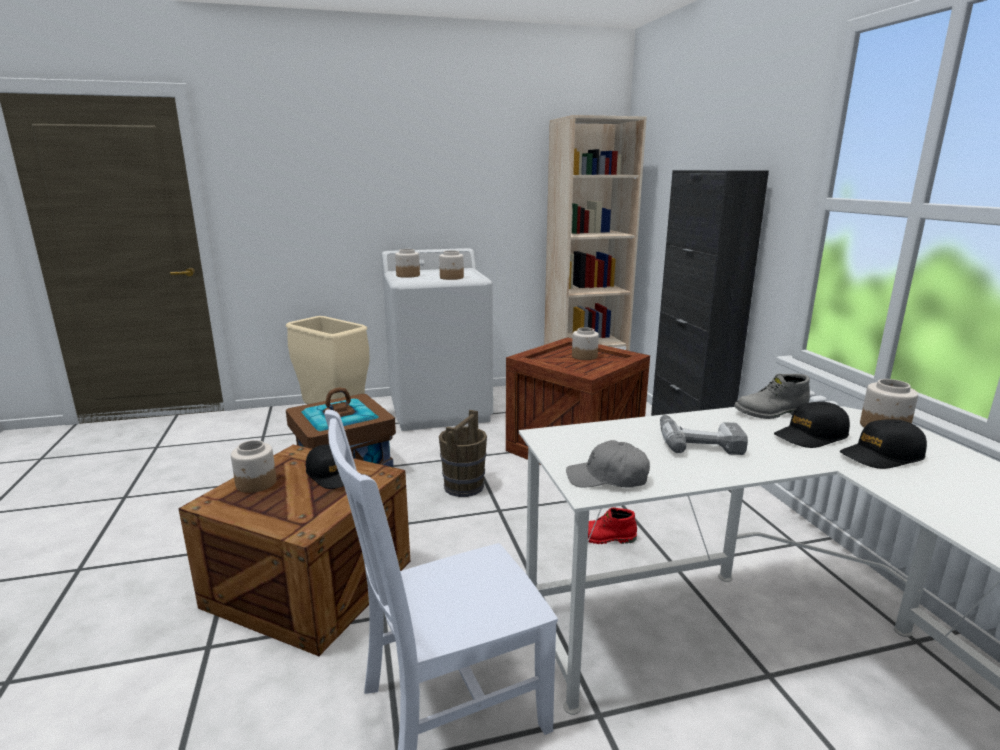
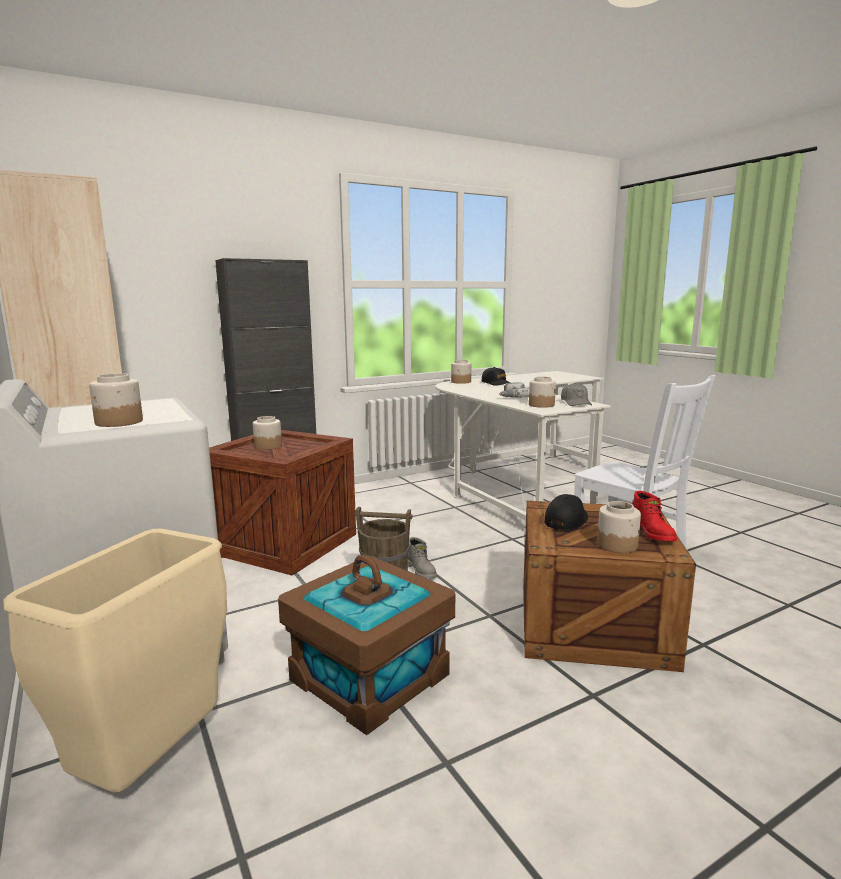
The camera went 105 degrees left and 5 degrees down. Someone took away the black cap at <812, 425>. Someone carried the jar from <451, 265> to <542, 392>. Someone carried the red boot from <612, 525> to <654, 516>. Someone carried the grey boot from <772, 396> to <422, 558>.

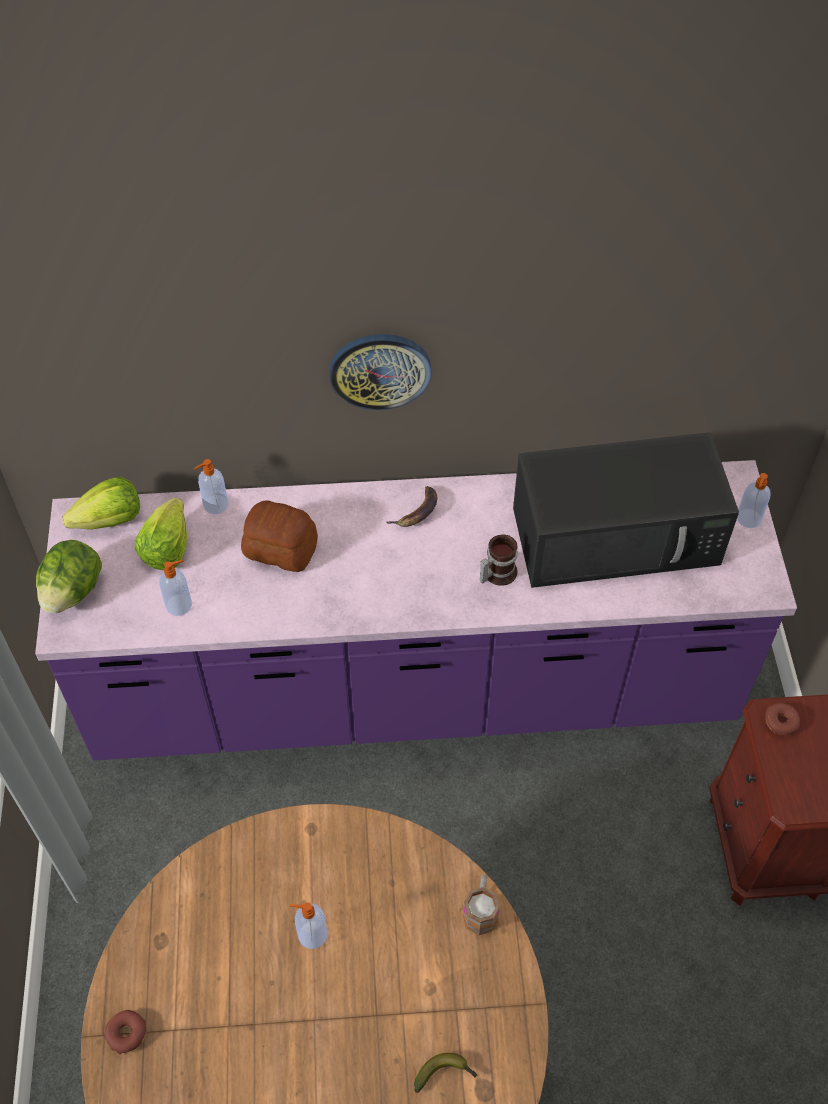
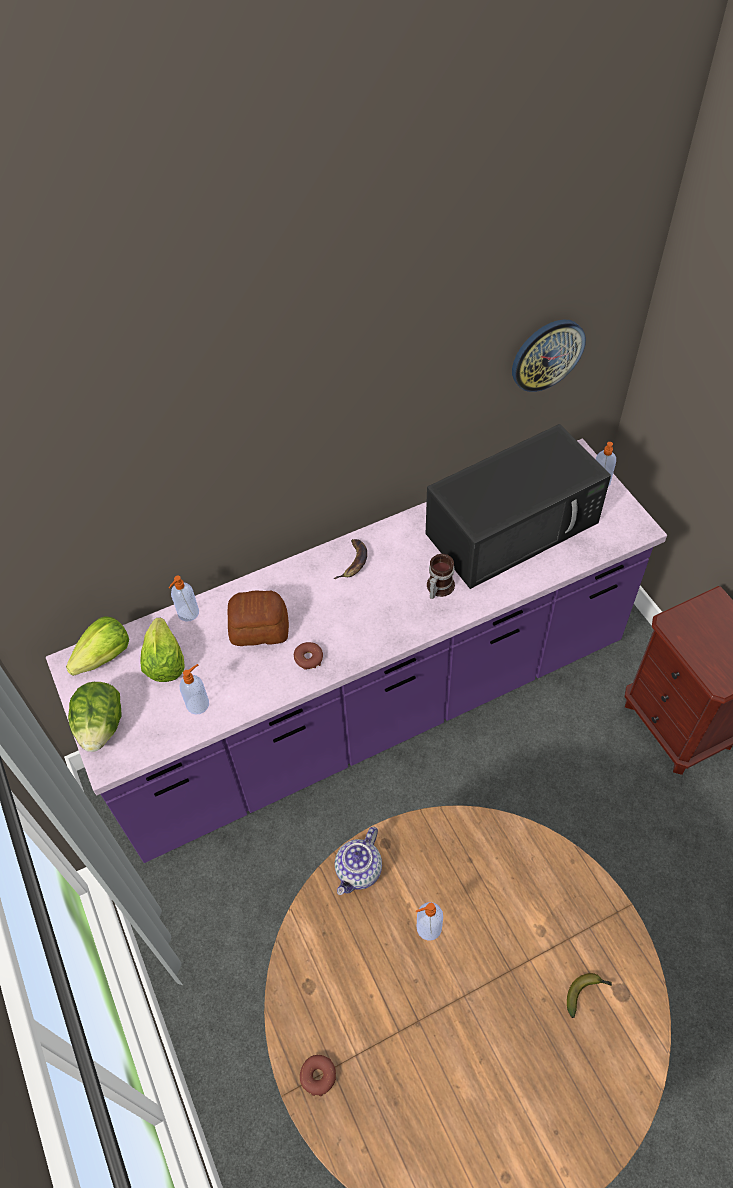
The camera went 20 degrees left and 0 degrees up. Someone took away the mug at <481, 905>. Someone put down the teapot at <358, 861>. Someone carried the wall clock from <381, 372> to <549, 355>. Someone carried the donut from <782, 719> to <308, 656>.

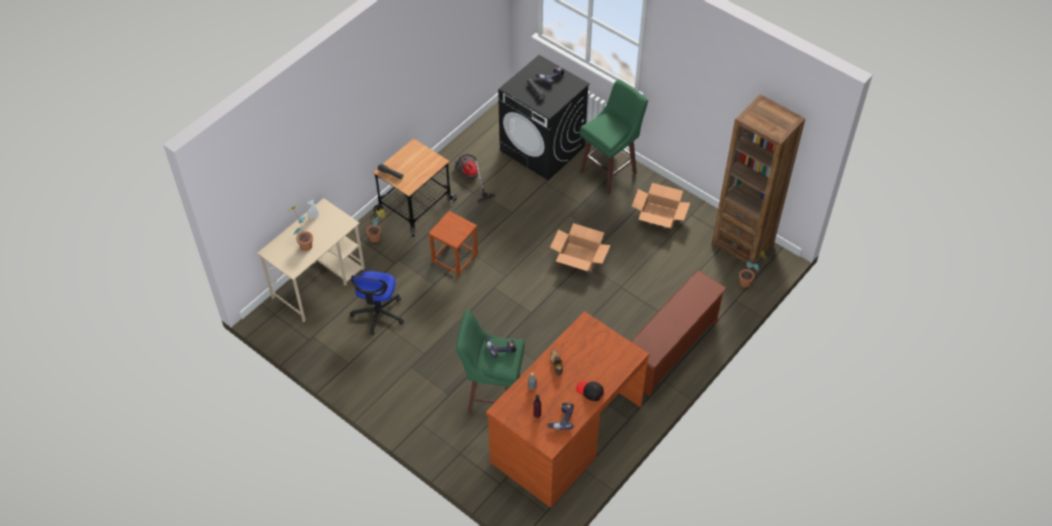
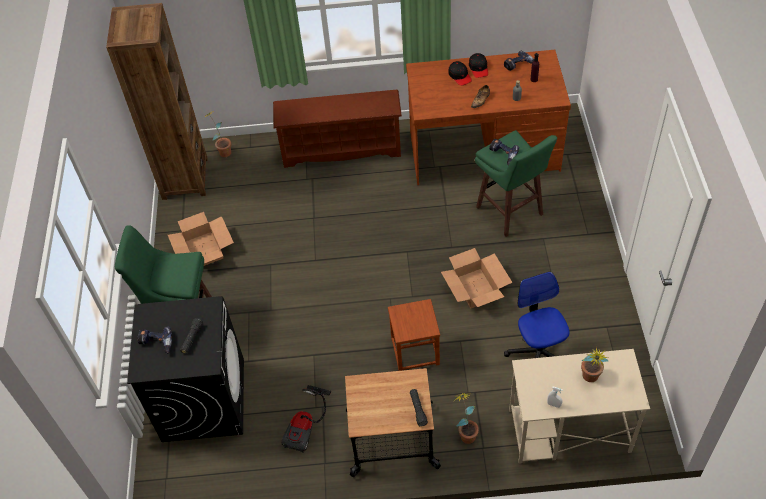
The camera went 130 degrees left and 0 degrees up. Someone put down the black cap at <460, 73>. Someone carried the cardboard box from <580, 247> to <477, 278>. Someone rotated the office chair at <377, 303> by 75 degrees counterclockwise.

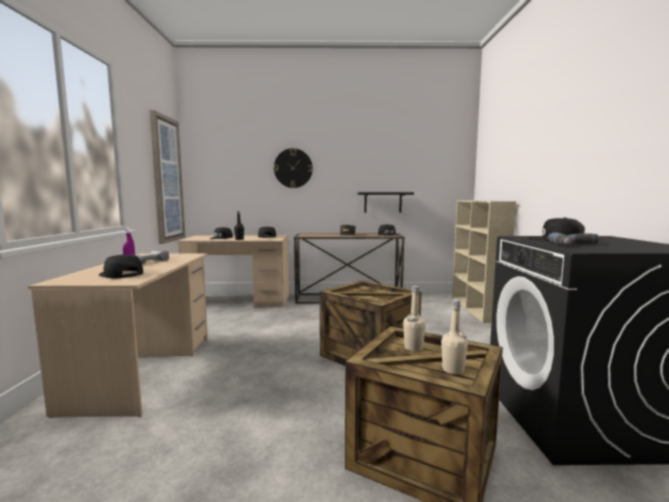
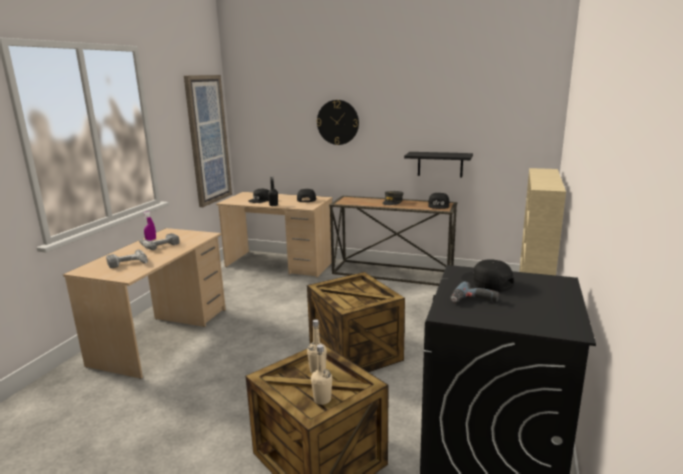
The camera went 20 degrees right and 10 degrees up. Someone swapped the black cap at <121, 266> for the power drill at <127, 259>.

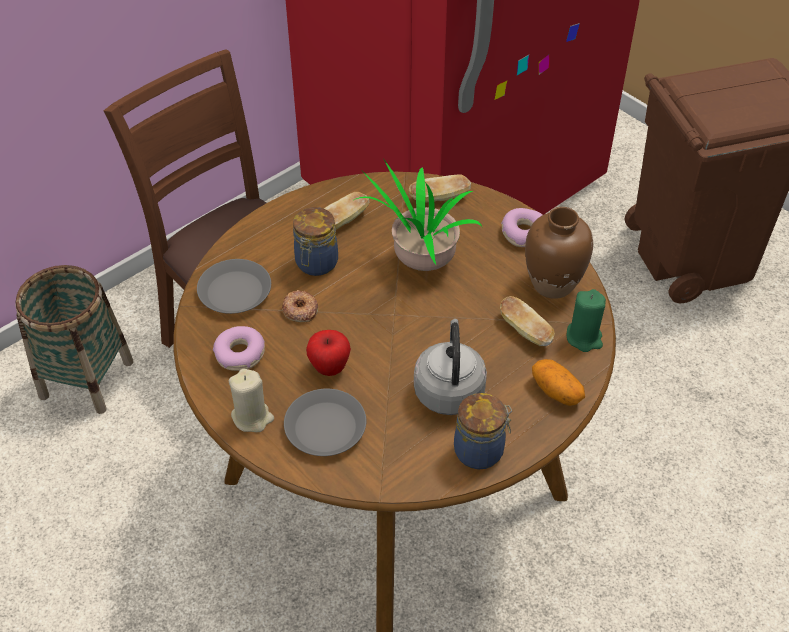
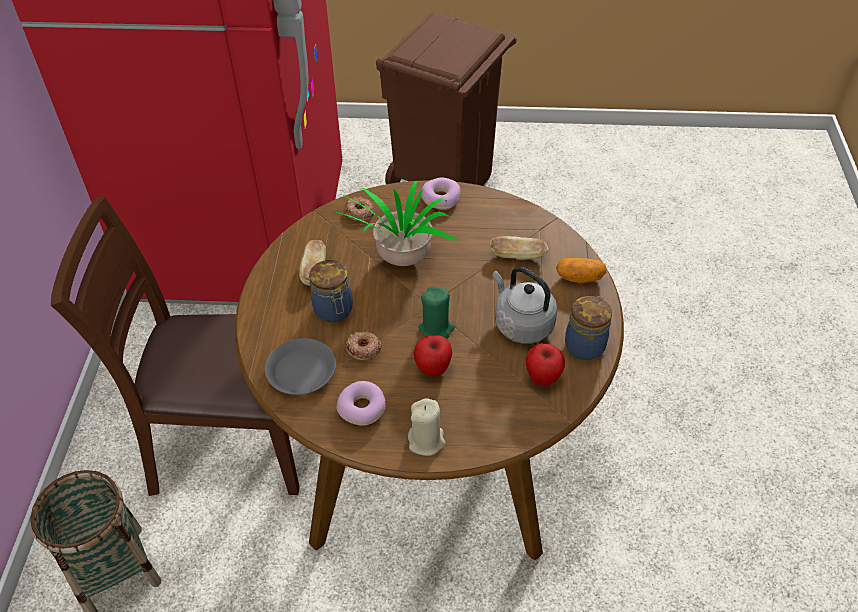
The camera went 45 degrees left and 0 degrees up. Someone took away the grey plate at <325, 422>. Someone took away the brown vase at <559, 253>. Someone put down the apple at <545, 364>. Someone carried the green candle from <586, 320> to <436, 313>. Someone swapped the bread at <440, 188> for the donut at <359, 209>.

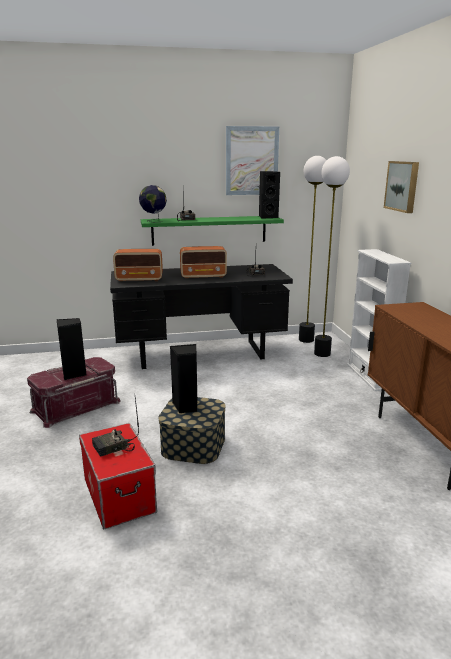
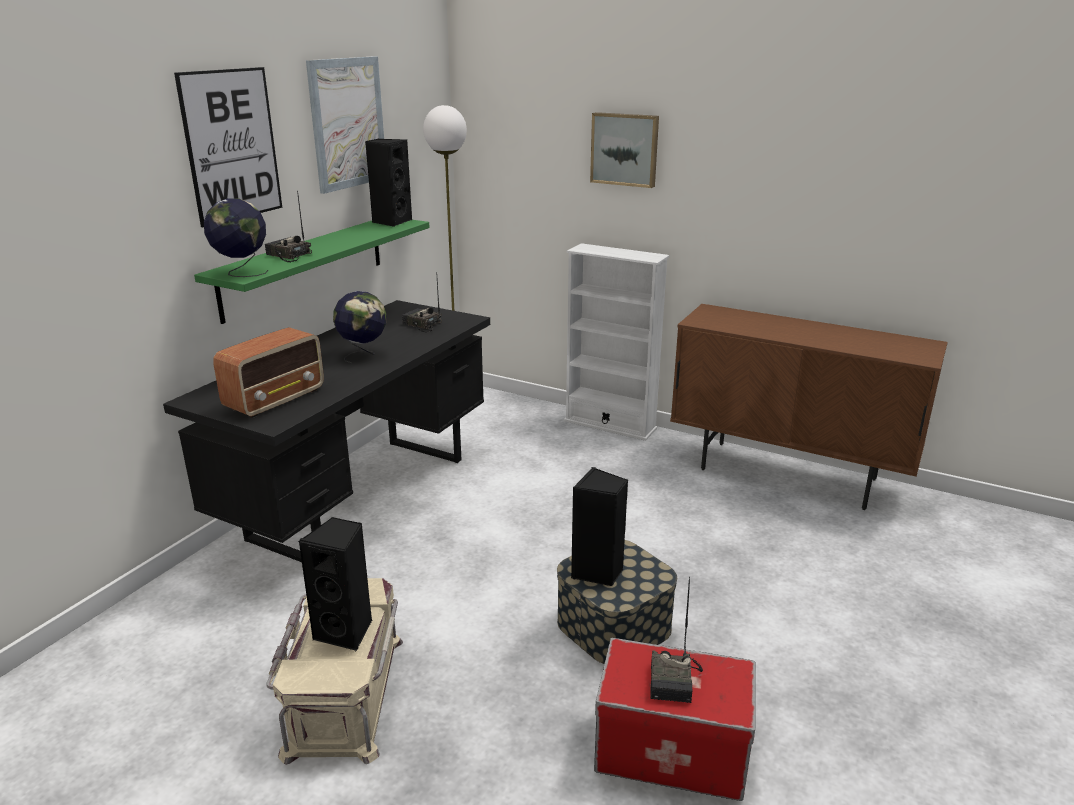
The camera went 50 degrees left and 5 degrees up. Someone took away the floor lamp at <332, 256>. Someone put up the picture at <228, 147>. Someone swapped the radio at <203, 262> for the globe at <360, 327>. Someone repainted the red storage box at <74, 392>, which became the beige storage box at <334, 671>.

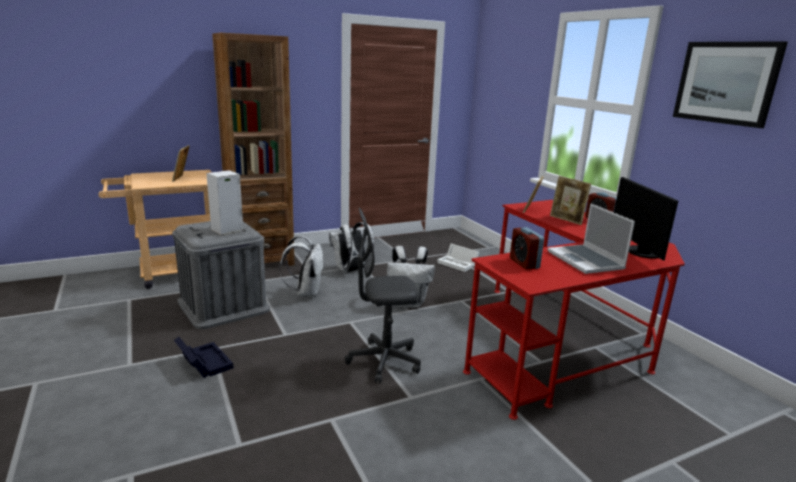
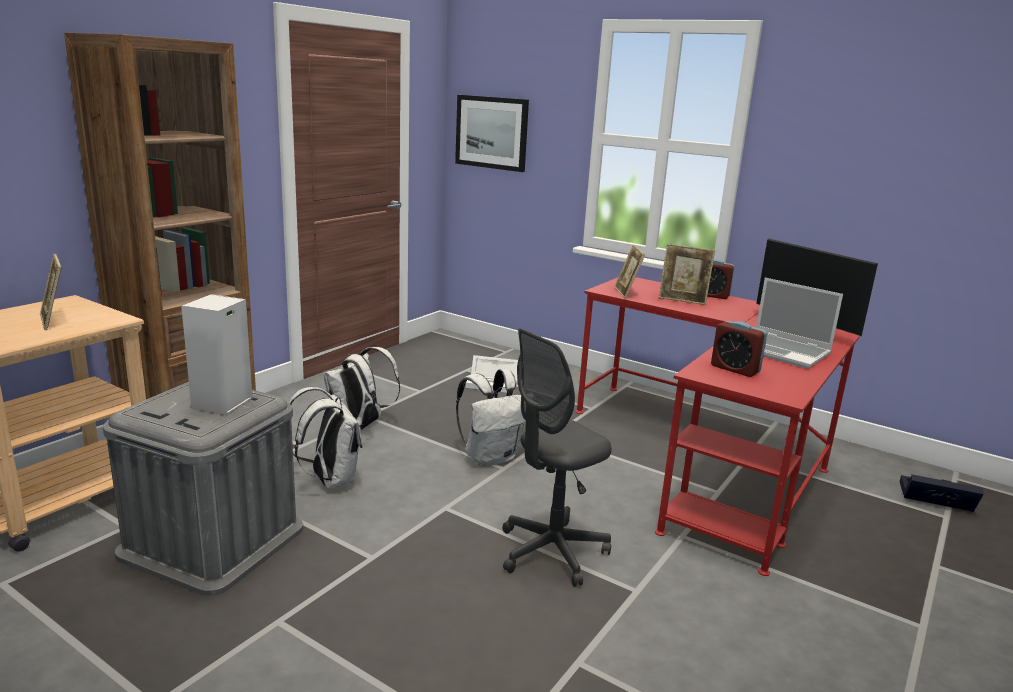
The camera went 30 degrees left and 0 degrees up. Someone carried the black storage box from <204, 357> to <942, 493>. Someone carried the picture from <730, 84> to <492, 133>.

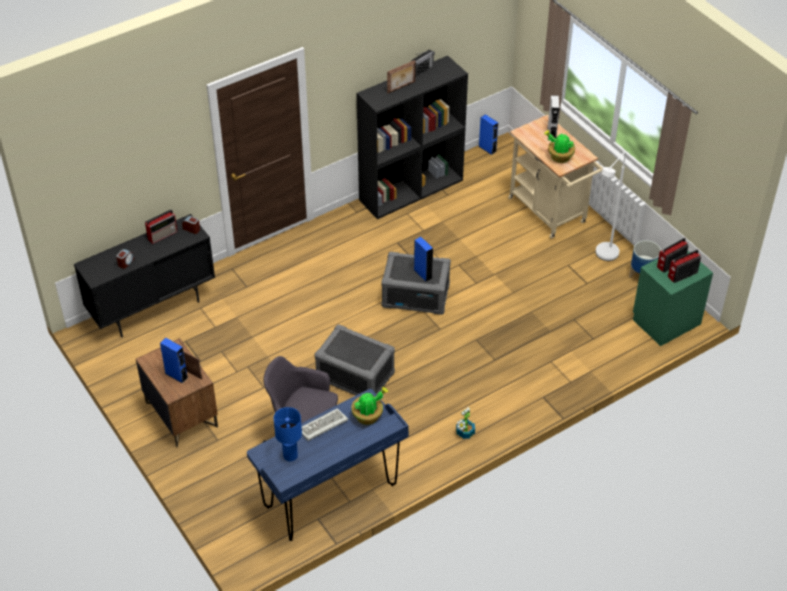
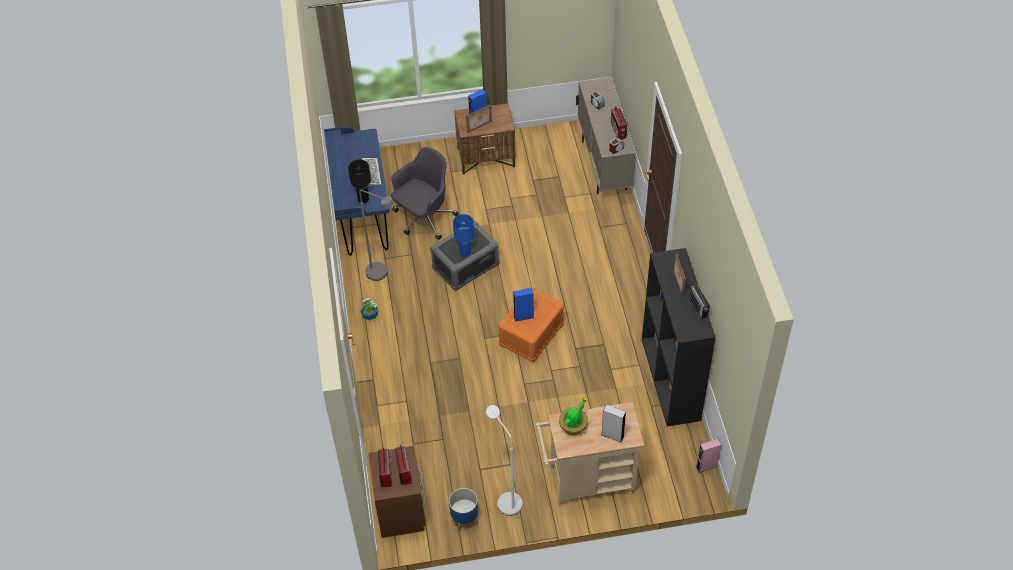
The camera went 115 degrees right and 5 degrees up. Someone put down the grey floor lamp at <376, 235>. Someone carried the blue table lamp from <288, 434> to <463, 235>. Someone swapped the potted plant at <369, 406> for the black table lamp at <359, 181>. Someone repainted the black cabinet at <144, 276>, which became the beige cabinet at <606, 135>. Someone repainted the grey storage box at <416, 283>, which became the orange storage box at <531, 325>. Someone repainted the blue speaker at <488, 134>, which became the pink speaker at <708, 456>. Someone repainted the green nightstand at <673, 298>, which became the brown nightstand at <397, 492>.

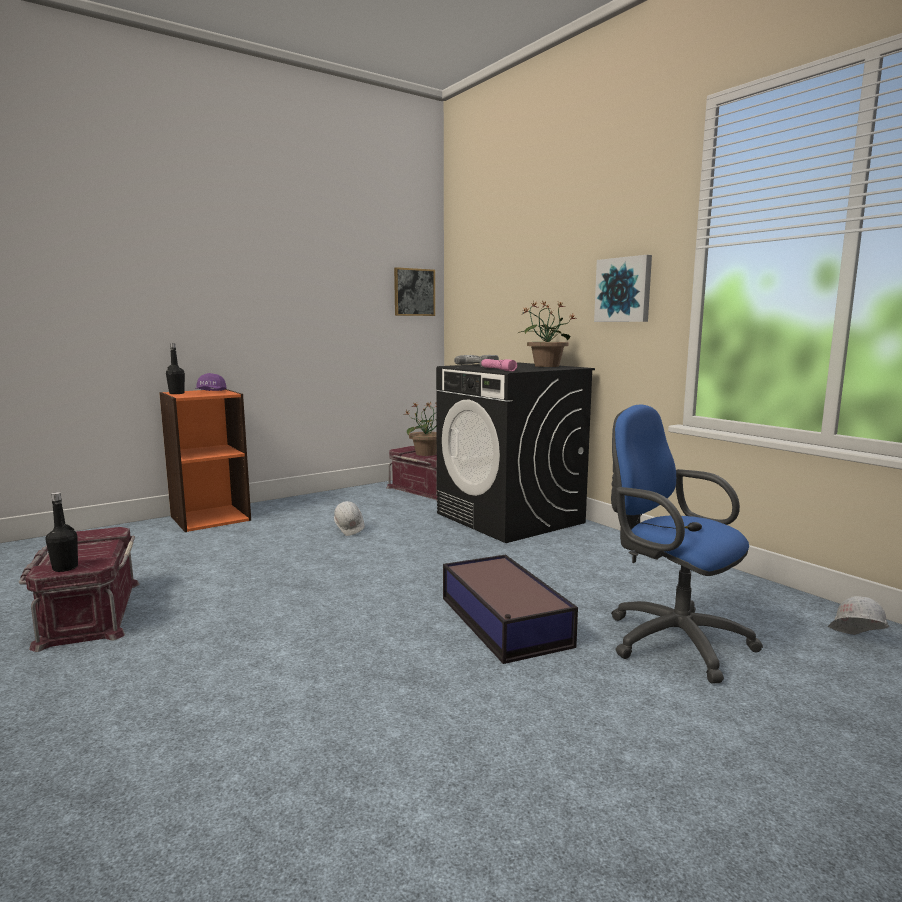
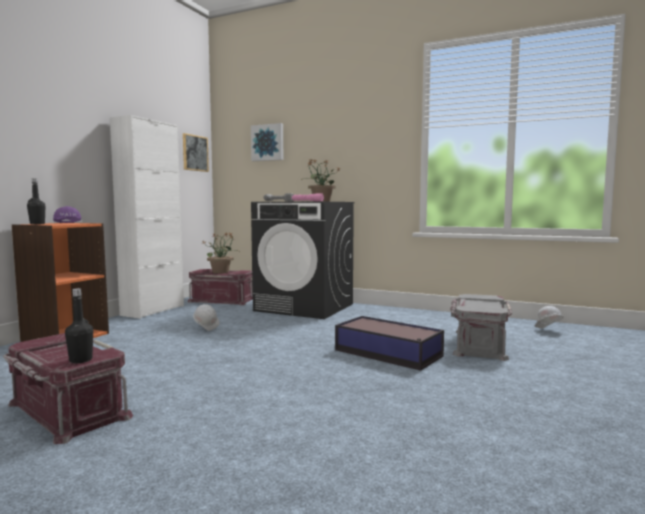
The camera went 30 degrees left and 5 degrees down. Someone put down the white cabinet at <147, 217>. Someone carried the picture from <623, 288> to <267, 142>. Someone swapped the blue office chair at <687, 544> for the grey storage box at <481, 327>.

